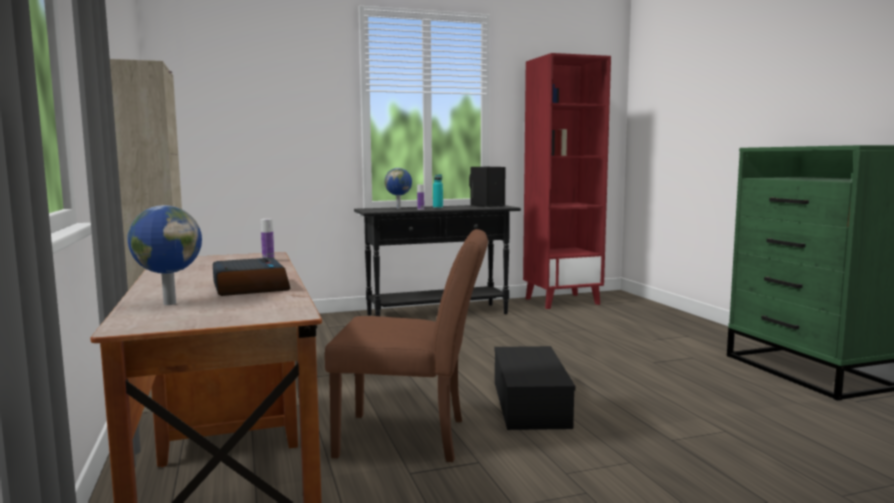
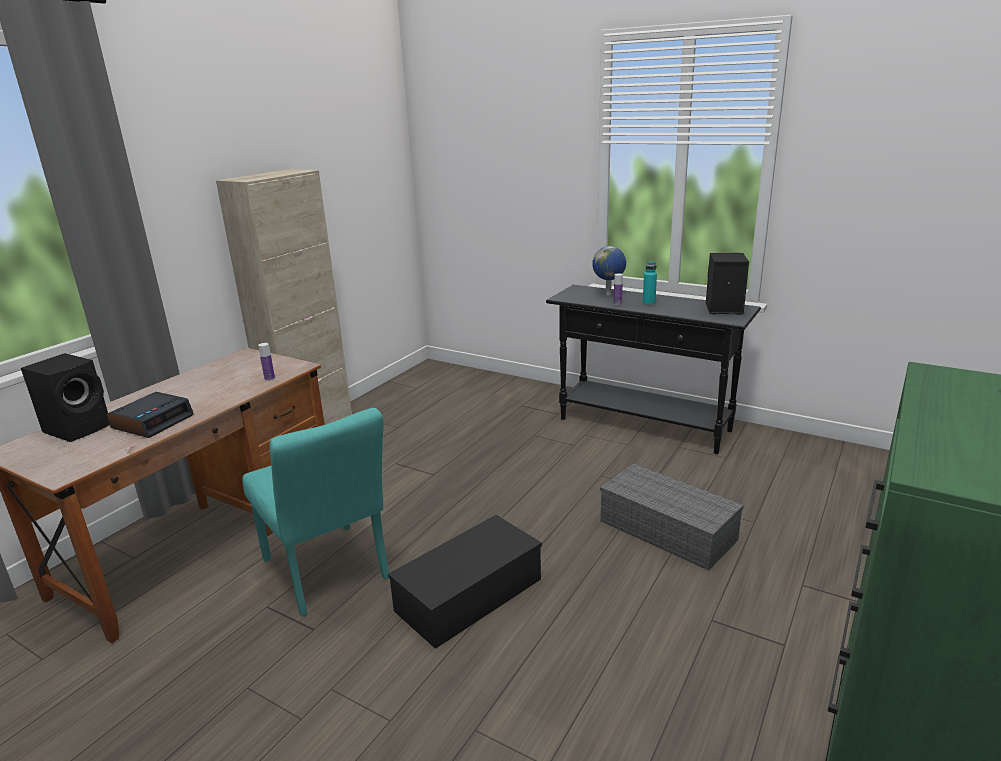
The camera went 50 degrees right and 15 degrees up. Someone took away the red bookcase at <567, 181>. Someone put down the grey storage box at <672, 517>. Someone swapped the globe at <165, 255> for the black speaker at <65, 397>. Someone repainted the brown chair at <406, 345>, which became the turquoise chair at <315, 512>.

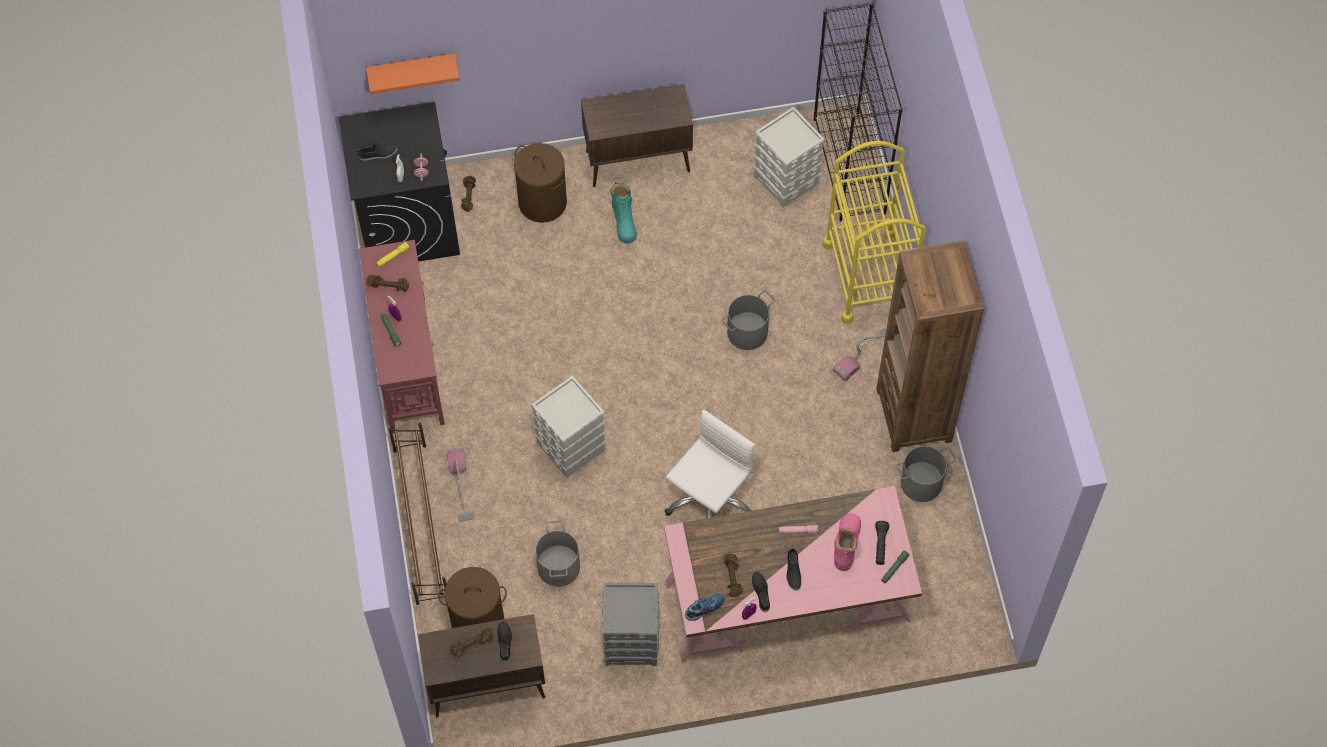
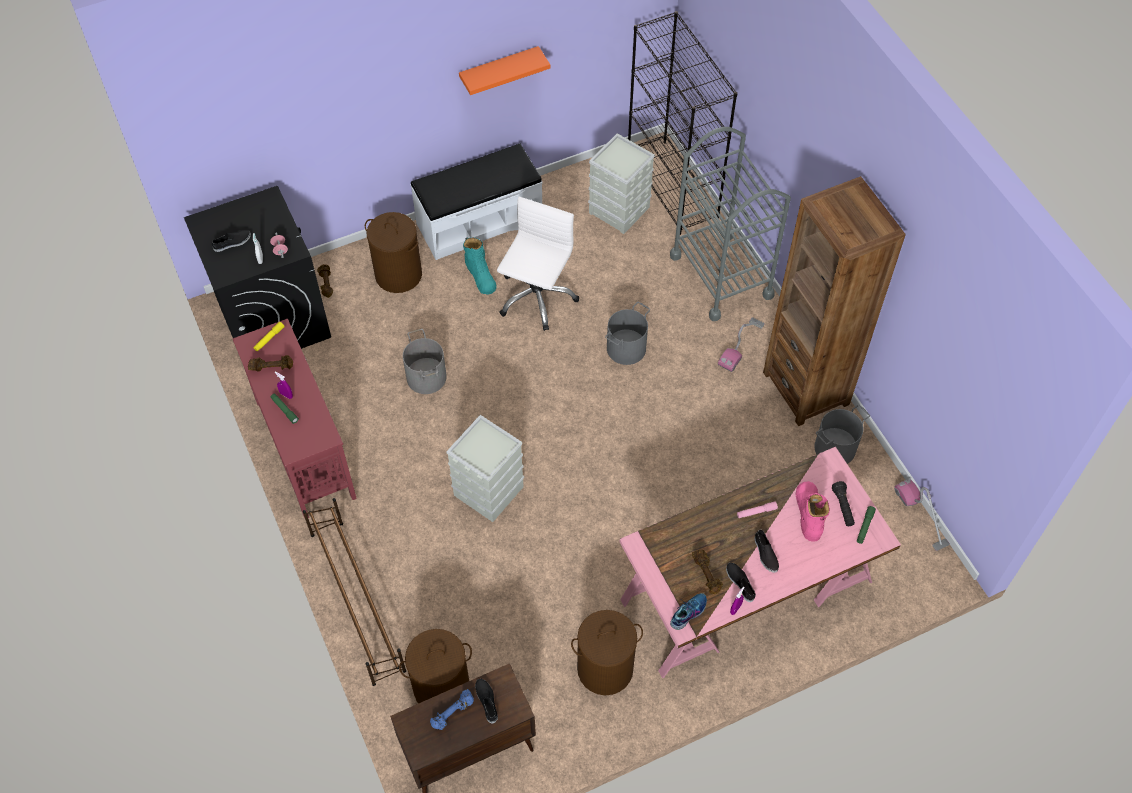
The camera went 15 degrees left and 5 degrees down. Someone carried the orange shelf from <413, 73> to <504, 70>. Someone carried the vacuum cleaner from <460, 485> to <922, 515>. Someone carried the grey bucket from <557, 554> to <425, 361>. Someone carried the white office chair from <710, 464> to <538, 264>. Someone swapped the brown cabinet at <637, 135> for the white bench at <476, 202>. Someone swapped the grey storage box at <630, 624> for the brown laundry basket at <607, 652>. Someone repainted the brown dumbbell at <471, 642>, which became the blue dumbbell at <452, 709>. Someone repainted the yellow cart at <874, 232>, which became the grey cart at <730, 224>.

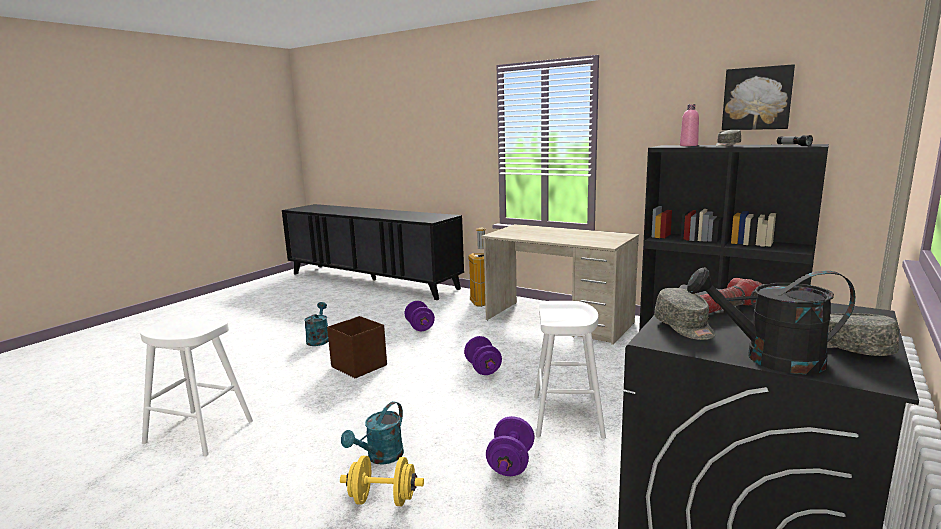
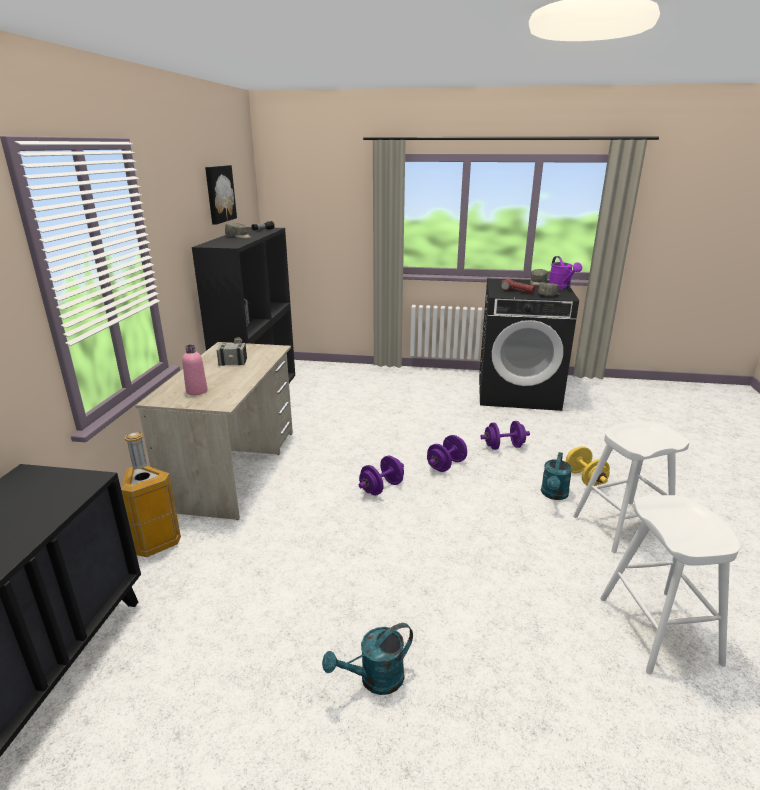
The camera went 115 degrees left and 10 degrees up. Someone took away the brown storage box at <357, 347>. Someone put down the hammer at <232, 351>. Someone carried the purple dumbbell from <420, 316> to <447, 453>. Someone carried the white stool from <570, 370> to <631, 487>. Someone carried the pink bottle from <689, 125> to <195, 370>. Someone repainted the black watering can at <771, 320>, which became the purple watering can at <565, 273>. Someone rotated the turquoise watering can at <372, 433> by 105 degrees clockwise.

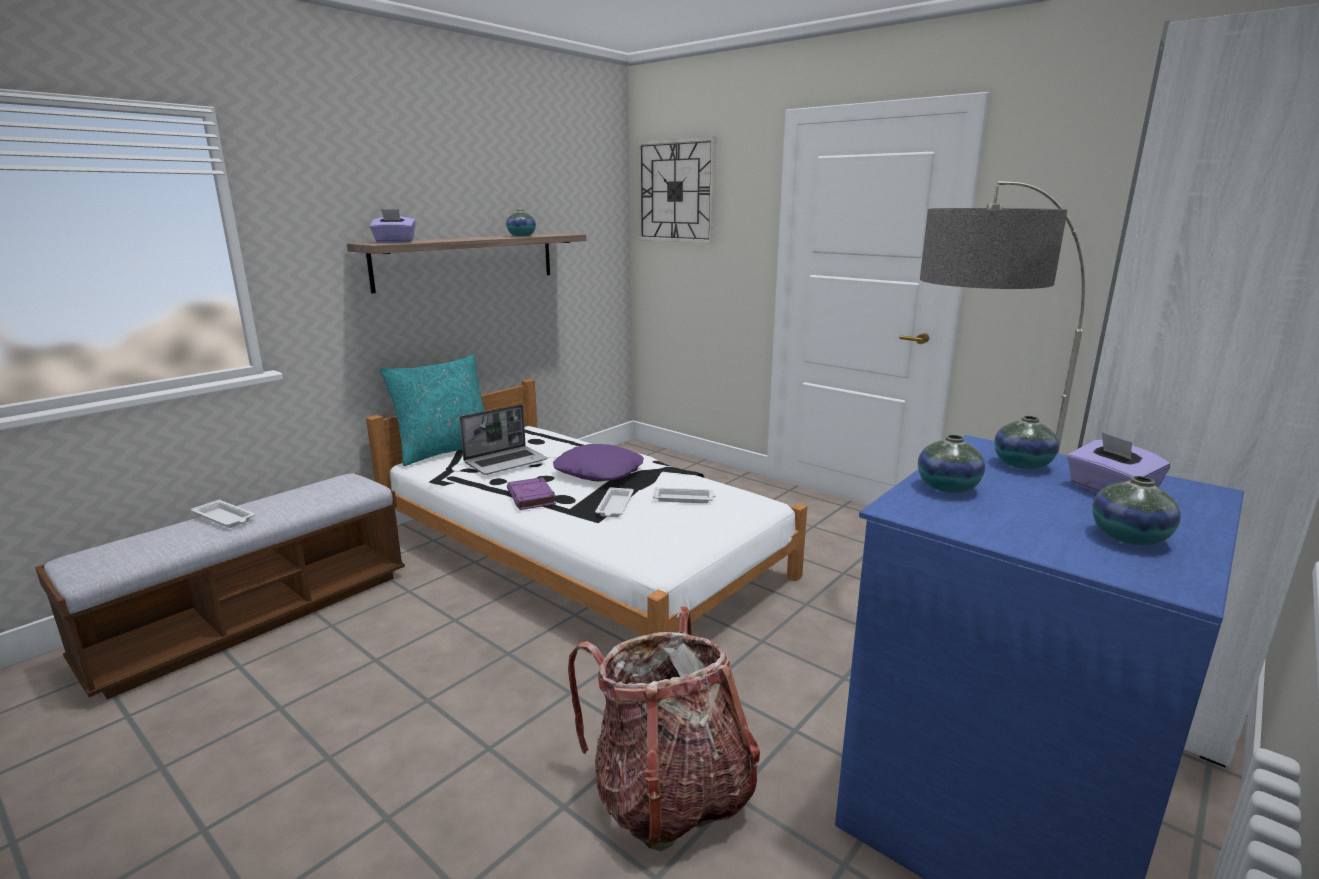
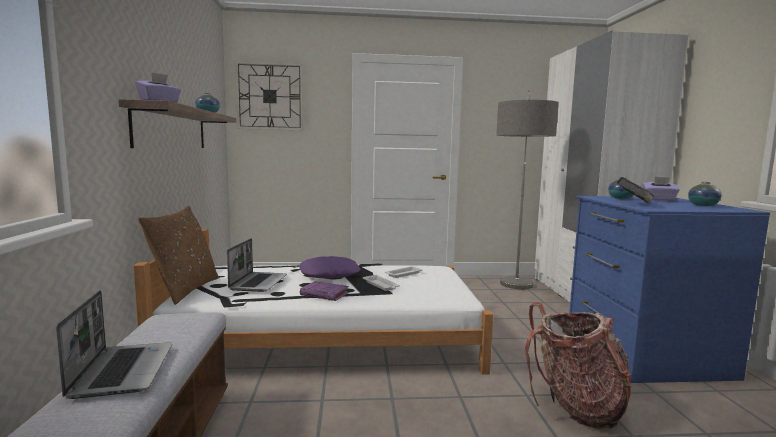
The camera went 45 degrees left and 10 degrees down. Someone swapped the white tray at <223, 513> for the laptop at <114, 344>. Someone swapped the vase at <951, 464> for the book at <636, 190>. Someone repainted the turquoise pillow at <432, 410>, which became the brown pillow at <178, 255>.

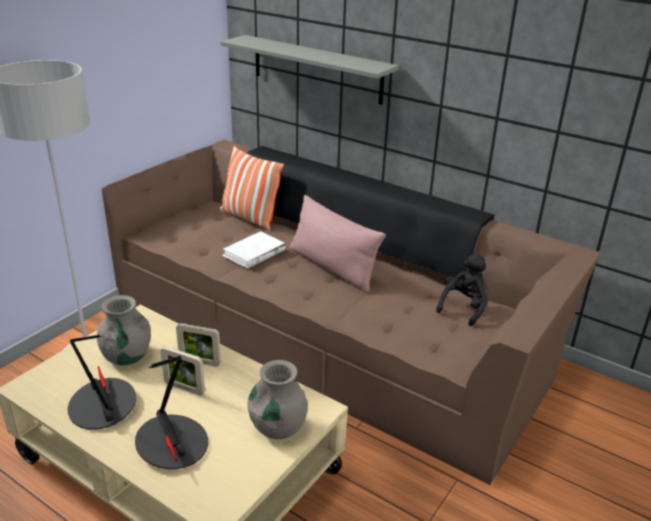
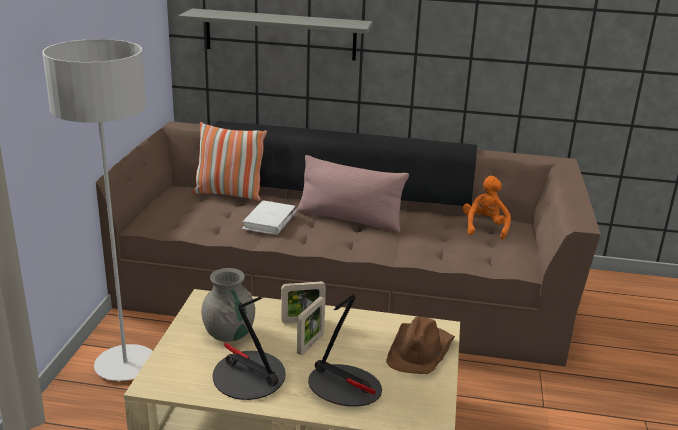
The camera went 25 degrees left and 5 degrees down. Someone swapped the grey vase at <277, 399> for the brown hat at <420, 345>. Someone repainted the black plush toy at <462, 289>, which became the orange plush toy at <487, 208>. Someone rotated the picture frame at <182, 370> by 60 degrees counterclockwise.

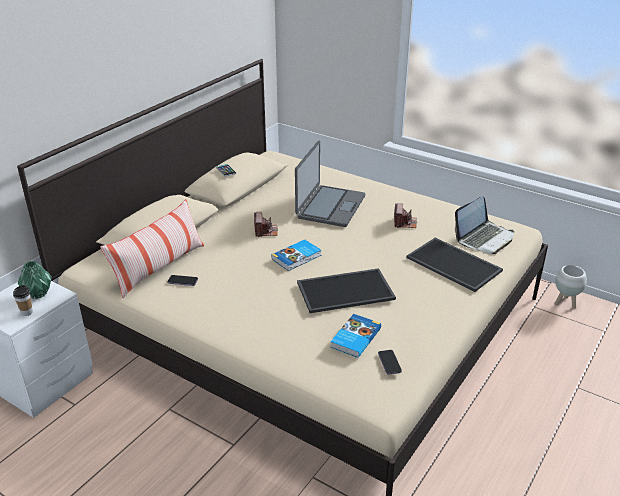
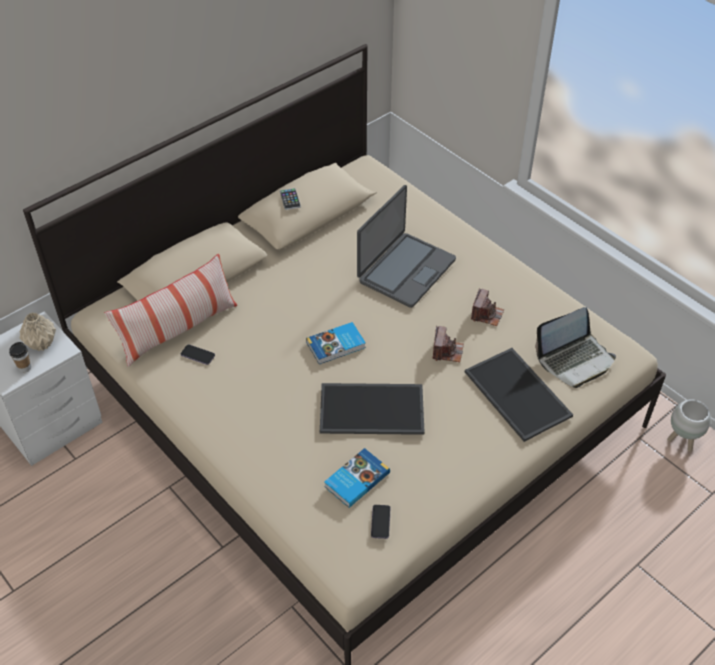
The camera went 15 degrees right and 15 degrees up. Someone carried the photo camera from <266, 224> to <448, 344>. Someone repainted the green vase at <35, 280>, which became the beige vase at <38, 331>.

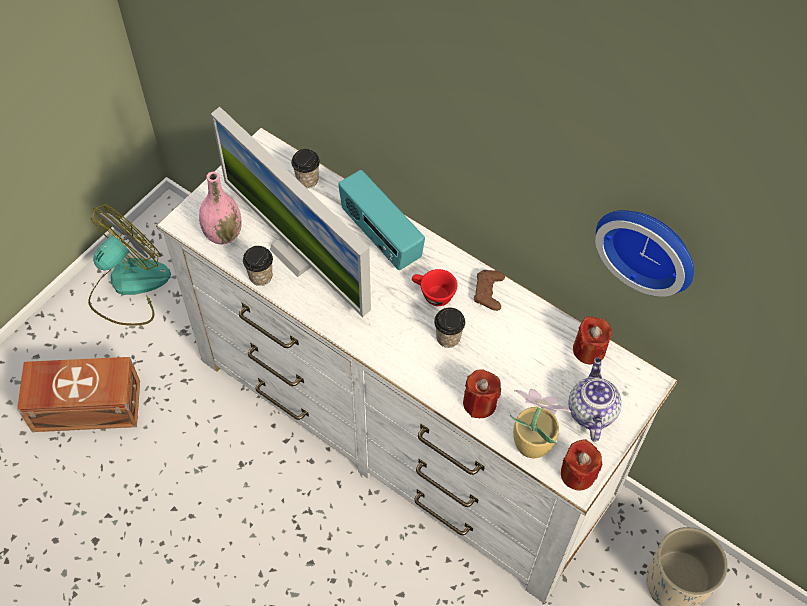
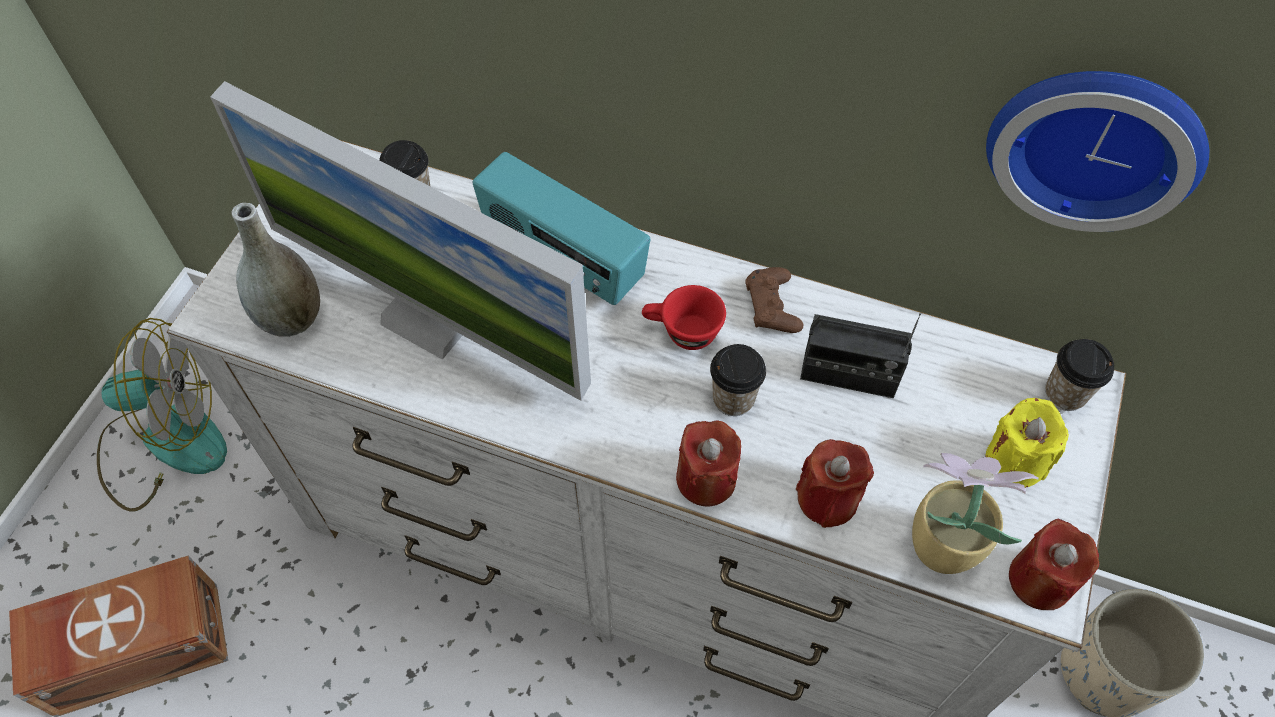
The camera went 15 degrees left and 0 degrees up. Someone put down the radio at <861, 355>. Someone carried the cup from <258, 266> to <1079, 375>. Someone carried the red candle from <592, 340> to <708, 463>. Someone swapped the teapot at <595, 399> for the yellow candle at <1027, 443>. Someone repainted the pink vase at <220, 208>, which became the grey vase at <275, 270>. Someone rotated the fan at <129, 265> by 60 degrees clockwise.

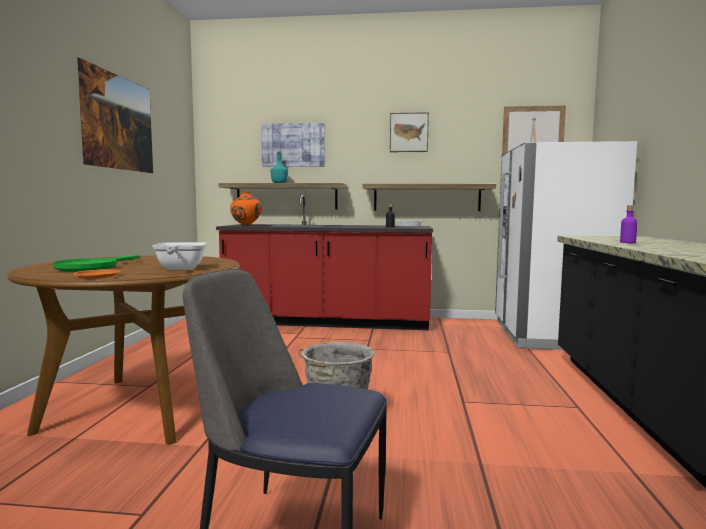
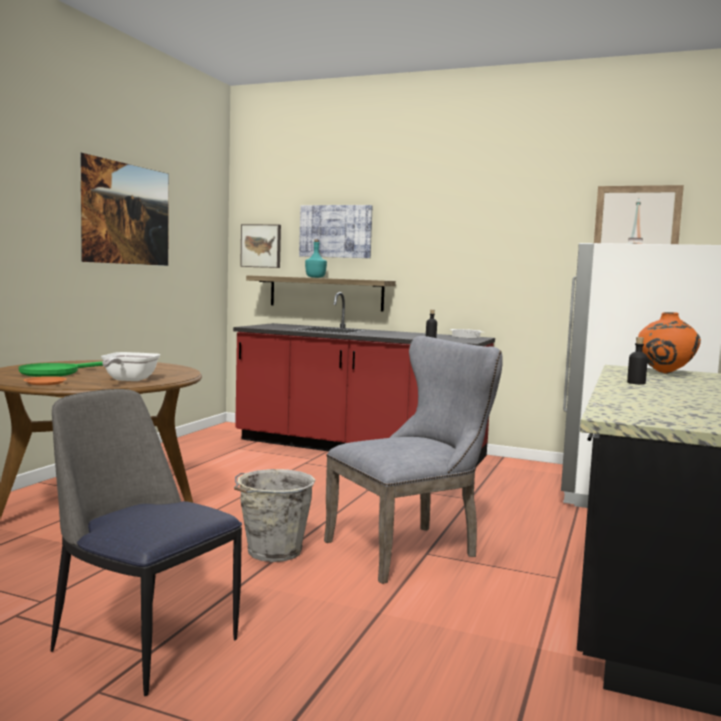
The camera went 15 degrees right and 0 degrees up. Someone took away the shelf at <429, 197>. Someone put down the grey chair at <413, 460>. Someone carried the orange vase from <246, 209> to <669, 343>. Someone carried the picture from <409, 132> to <260, 246>. Someone repainted the purple bottle at <628, 224>, which became the black bottle at <637, 360>.

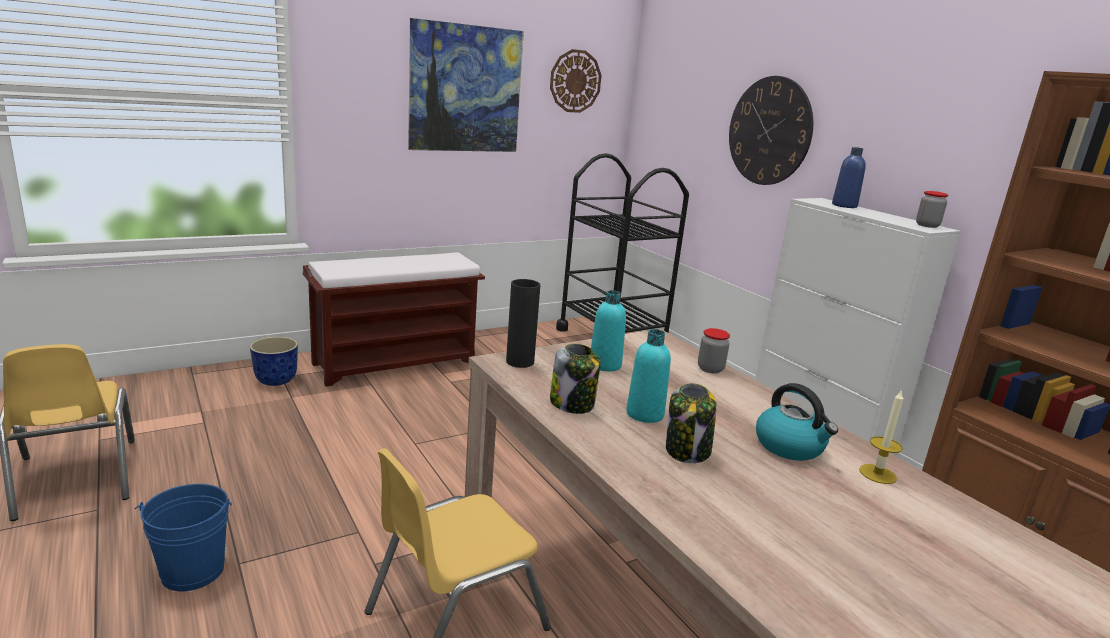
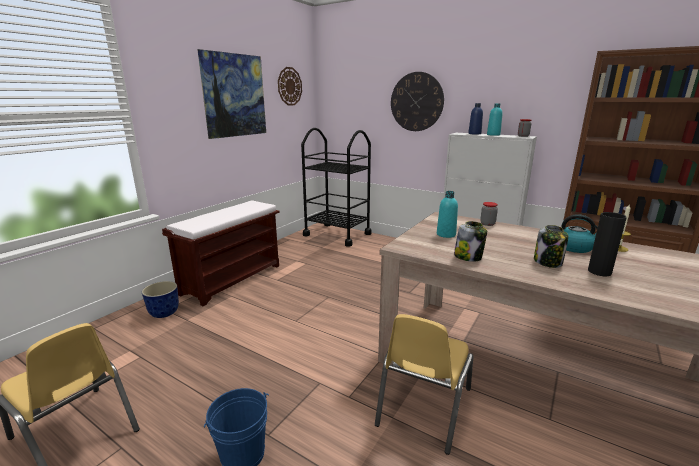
The camera went 25 degrees left and 0 degrees up. Someone carried the black vase from <523, 323> to <607, 244>. Someone carried the turquoise bottle from <648, 376> to <495, 119>.

